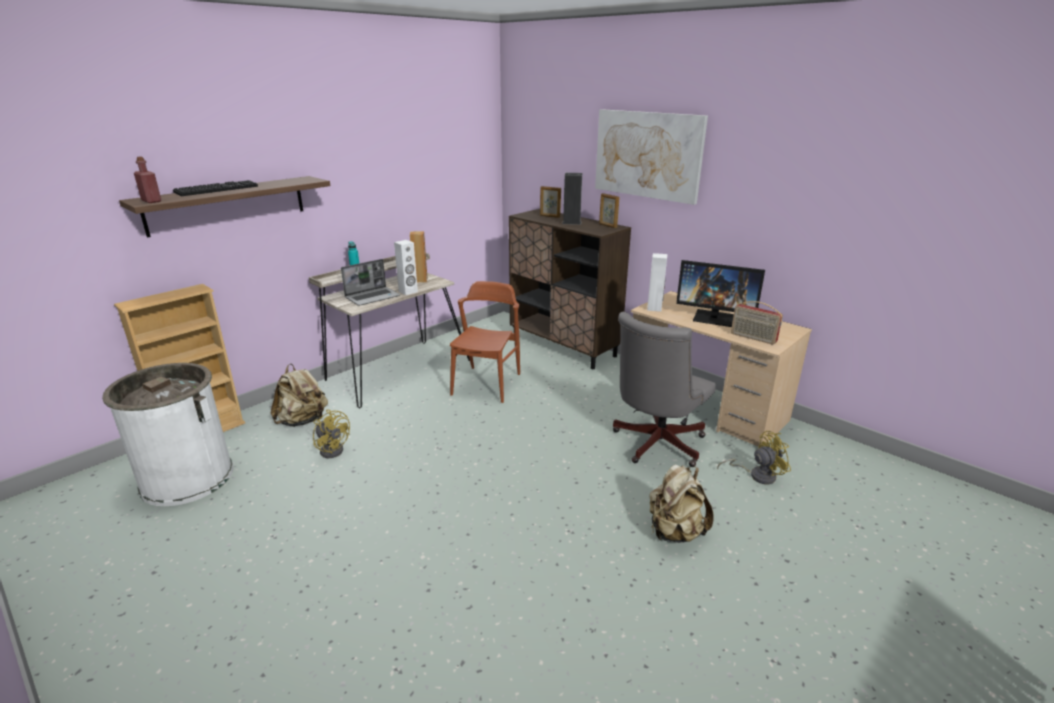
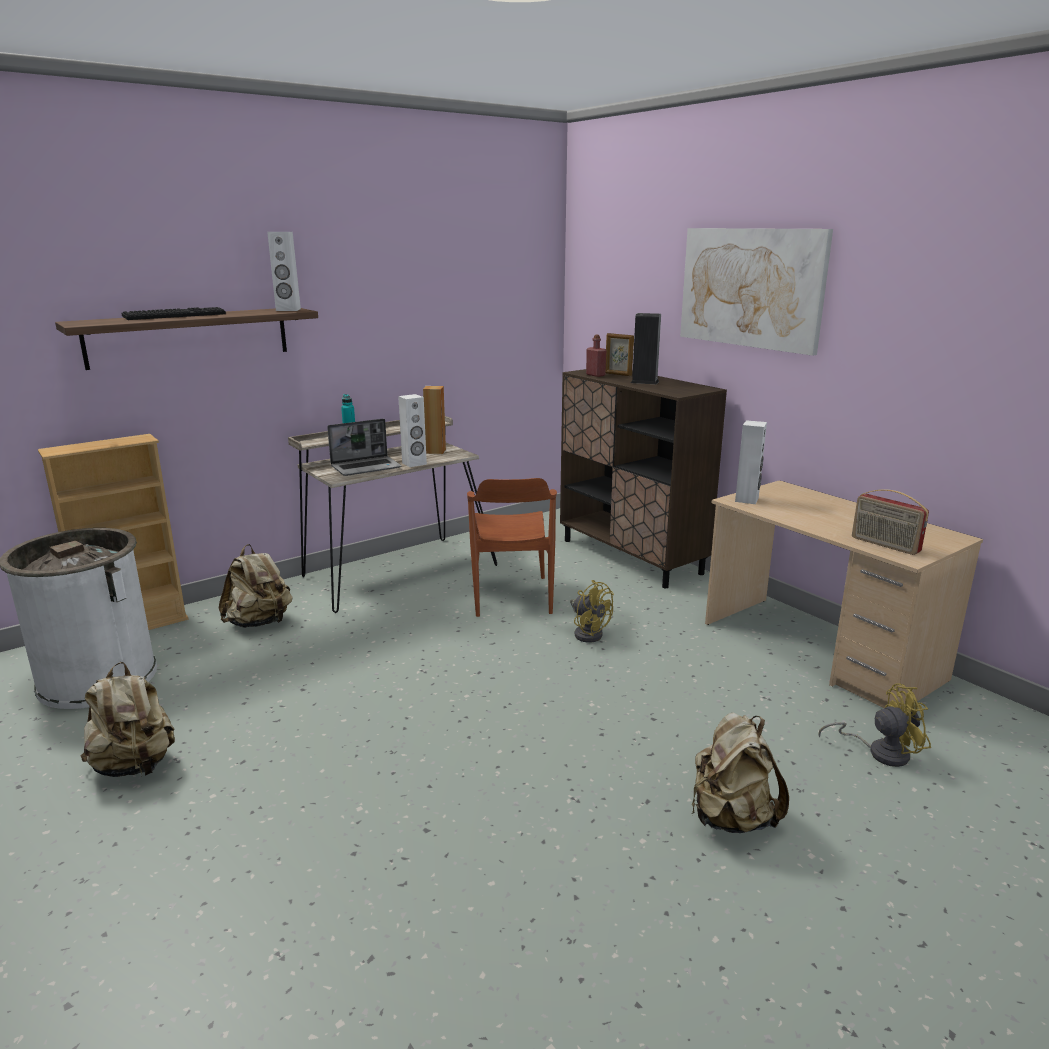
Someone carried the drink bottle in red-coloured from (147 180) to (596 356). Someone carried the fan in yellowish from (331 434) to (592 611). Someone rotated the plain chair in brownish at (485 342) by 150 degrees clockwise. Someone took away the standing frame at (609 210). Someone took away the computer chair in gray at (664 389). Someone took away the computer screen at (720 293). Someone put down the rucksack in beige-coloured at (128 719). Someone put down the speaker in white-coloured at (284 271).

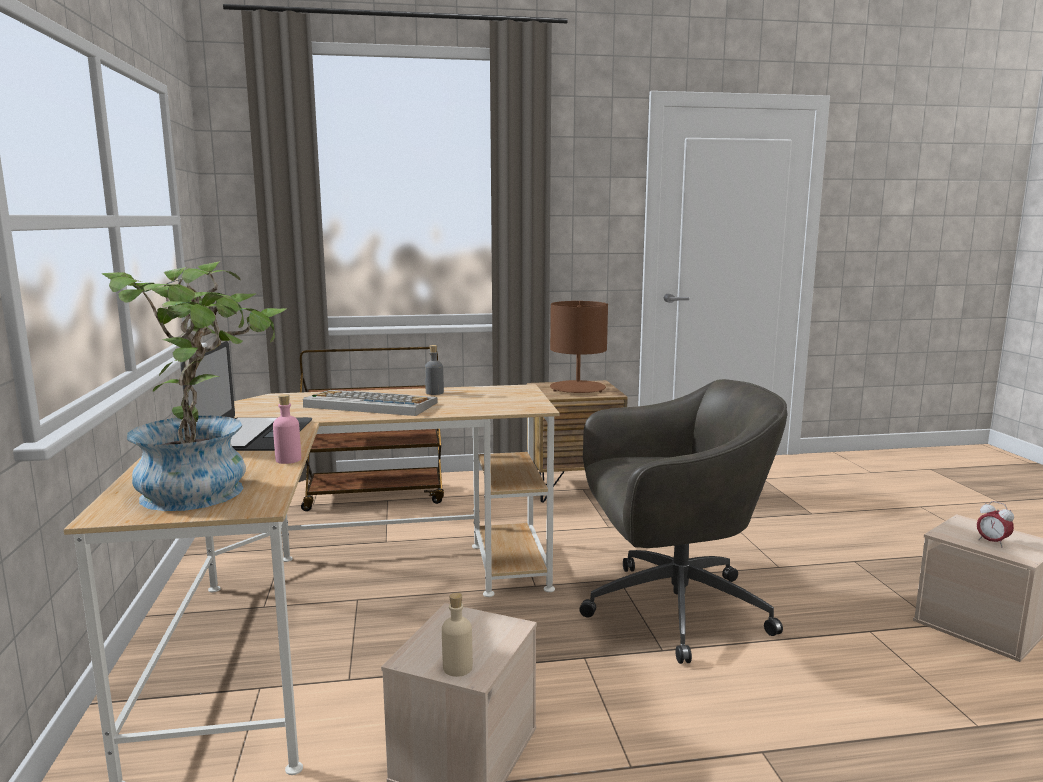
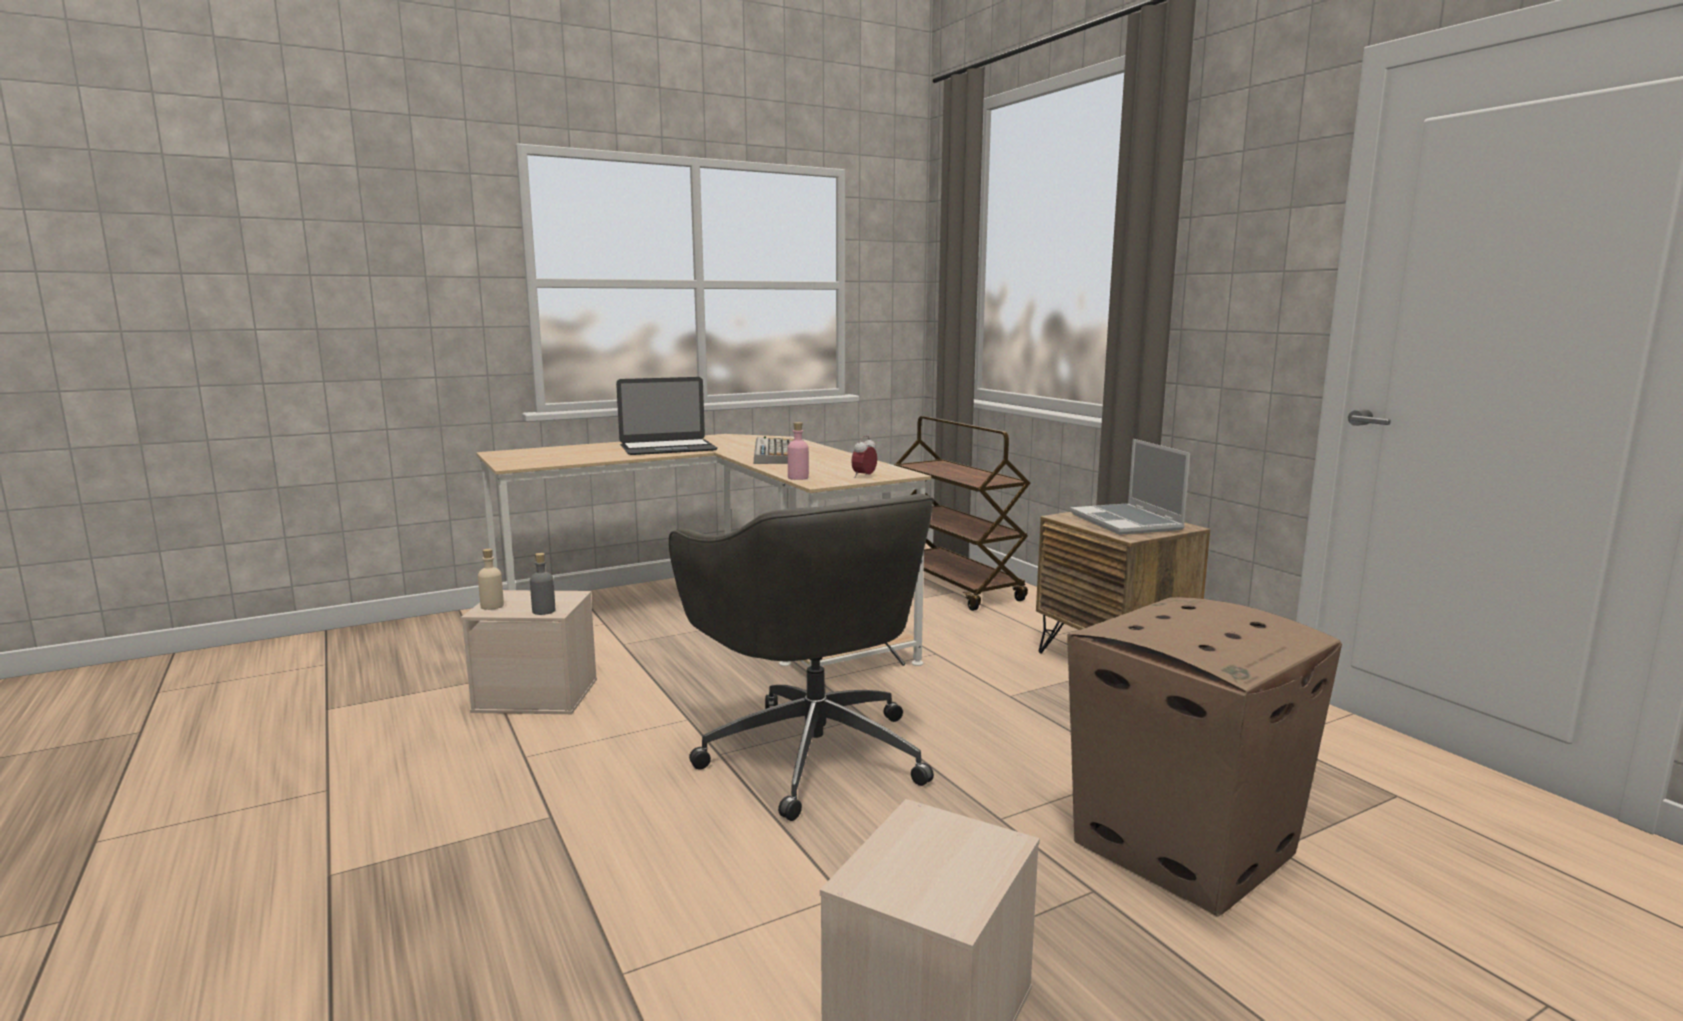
Someone took away the plant in a pot at (193 386). Someone carried the drink bottle in pinkish from (287 429) to (798 451). Someone carried the drink bottle in gray from (434 370) to (542 584). Someone swapped the tabletop lamp in brownish at (579 347) for the portable computer at (1130 487). Someone carried the table clock from (995 524) to (864 457). Someone put down the packing box at (1204 757).

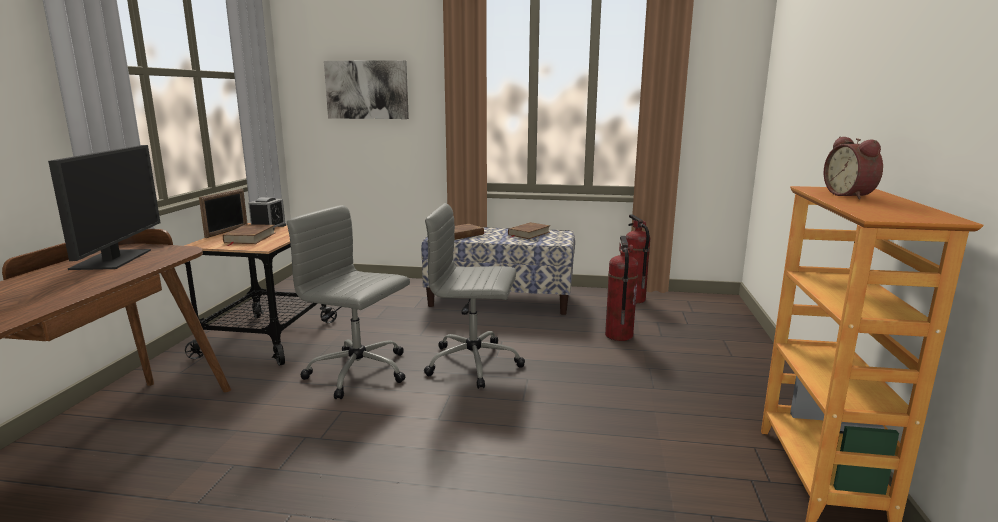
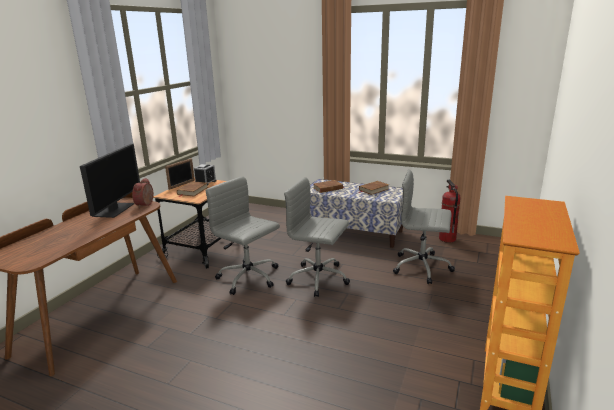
Someone took away the picture at (366 89). Someone swapped the fire-fighting cylinder at (621 288) for the computer chair in gray at (424 226). Someone carried the table clock from (853 168) to (143 193).

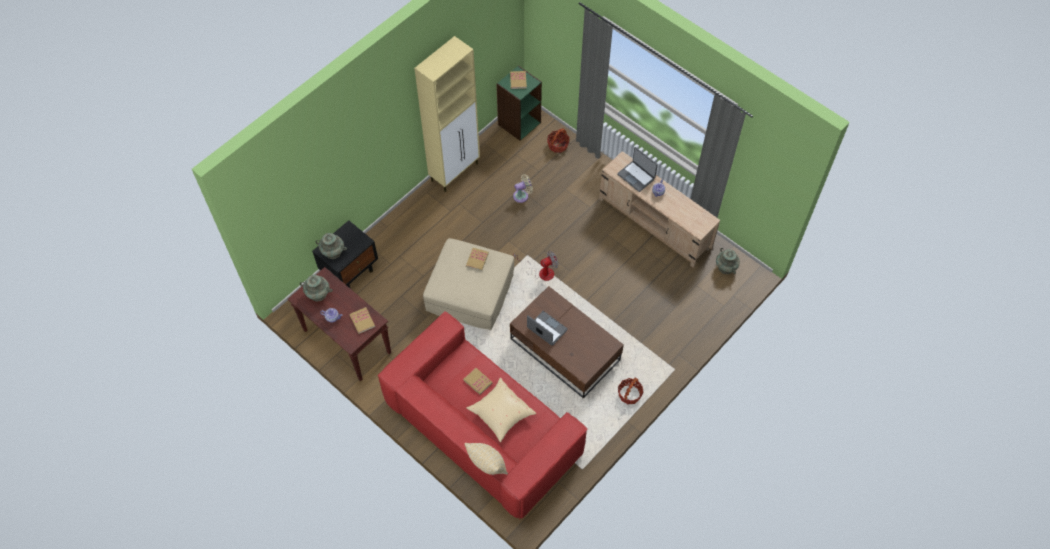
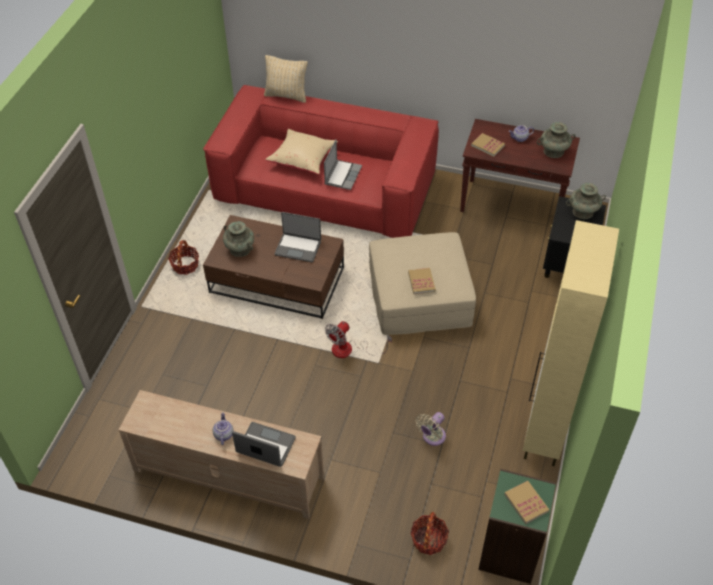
Someone swapped the volume at (478 381) for the portable computer at (343 164). Someone carried the vase in blue-green from (728 261) to (238 239).

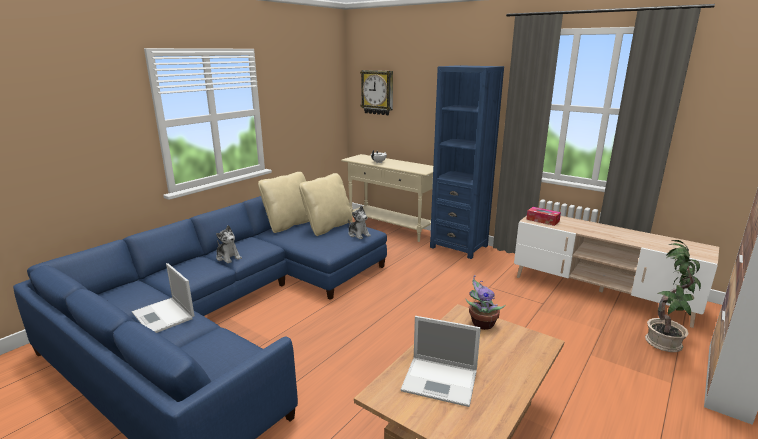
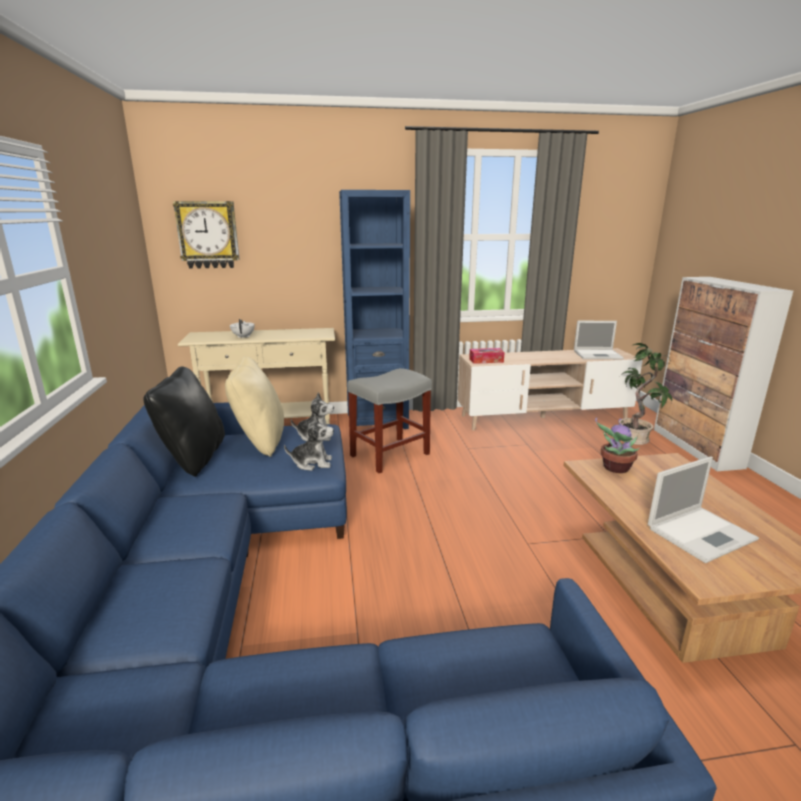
Someone carried the portable computer from (163 298) to (599 340). Someone carried the cuddly toy from (229 244) to (309 442). Someone repainted the cushion in beige-coloured at (284 202), which became the cushion in black at (184 421). Someone put down the stool in gray at (389 420).

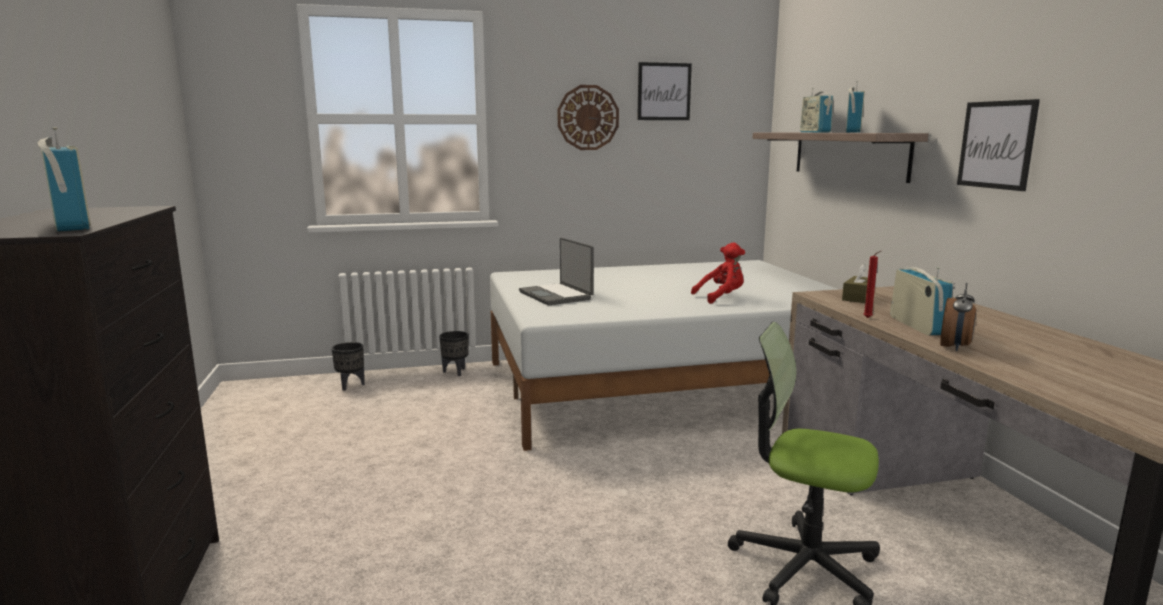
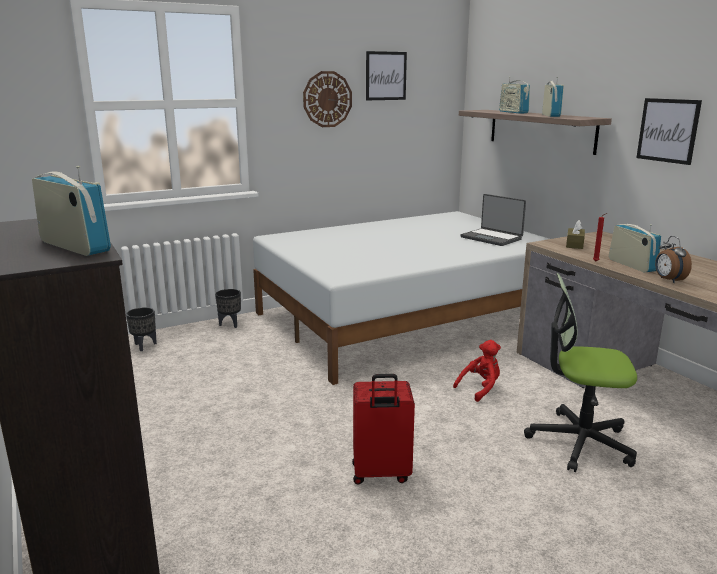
Someone carried the portable computer from (556 271) to (493 220). Someone carried the cuddly toy in red-coloured from (718 273) to (477 371). Someone rotated the table clock at (958 317) by 150 degrees clockwise. Someone put down the travel case in red-coloured at (383 429).

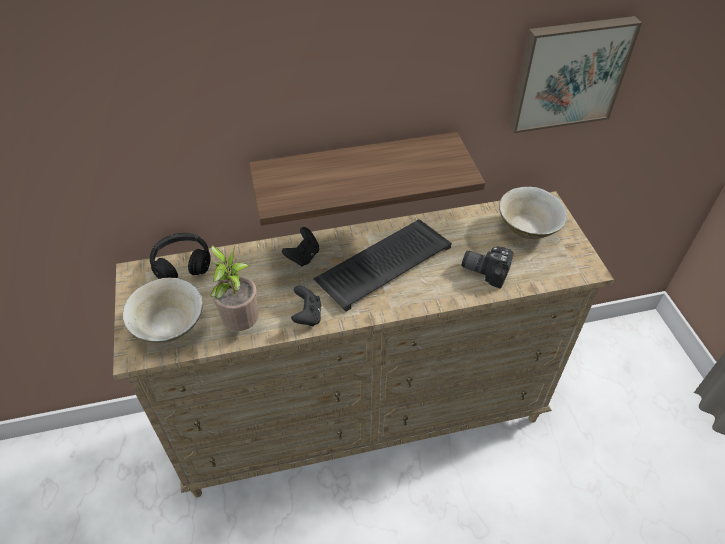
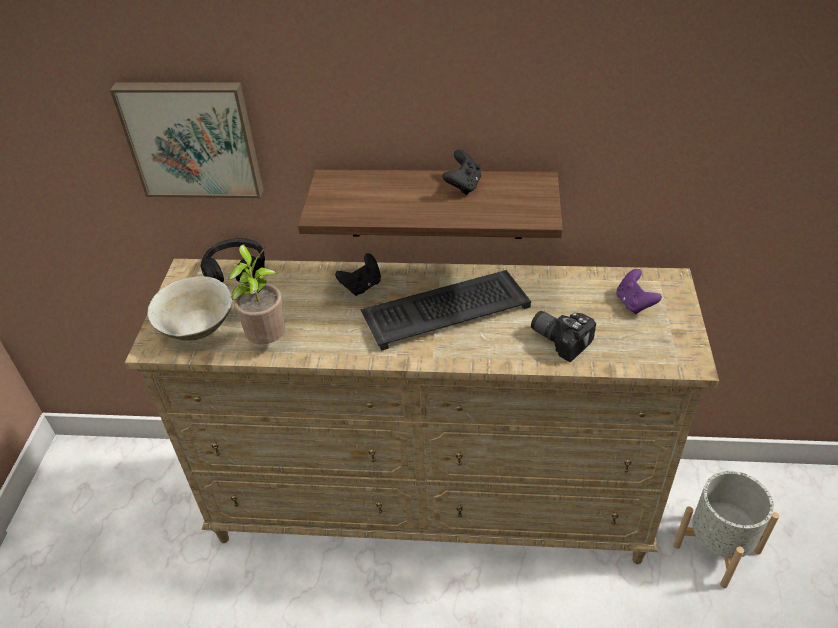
Someone carried the gamepad in black from (306 305) to (462 172). Someone swapped the bowl in beige-coloured at (533 213) for the gamepad in purple-coloured at (639 291). Someone carried the picture from (575 74) to (186 140). Someone put down the planter in gray at (726 529).

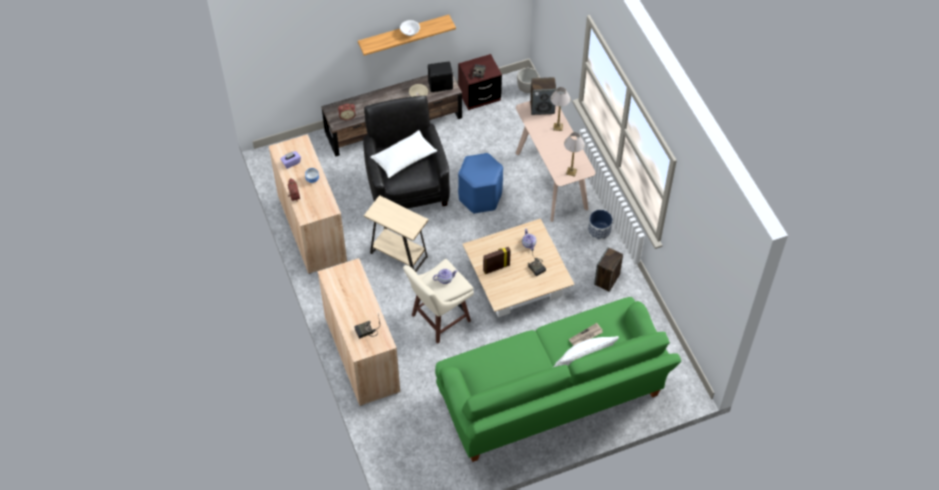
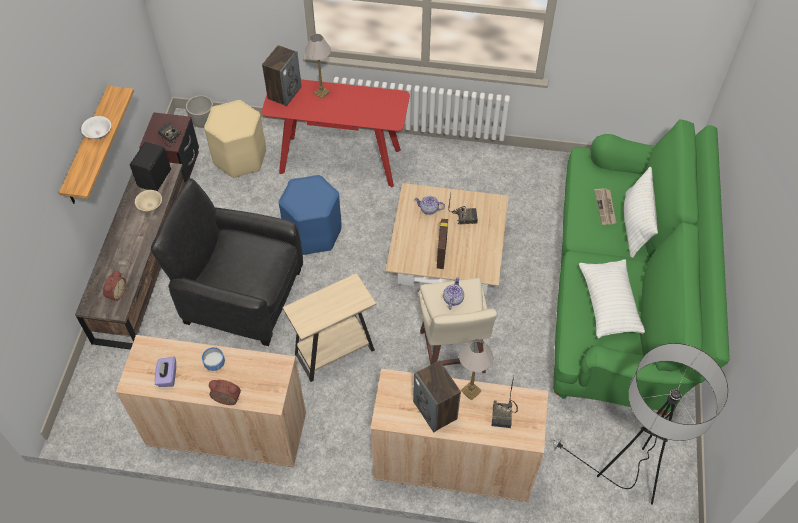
Someone carried the cushion in white-coloured from (403 154) to (612 299). Someone repainted the console table in beige-coloured at (555 161), which became the console table in red-coloured at (335 133). Someone carried the tabletop lamp from (574 154) to (476 370). Someone took away the planter at (600 225). Someone carried the speaker from (608 269) to (437 396). Someone put down the stool in beige-coloured at (235 139). Someone put down the floor lamp at (639 424).

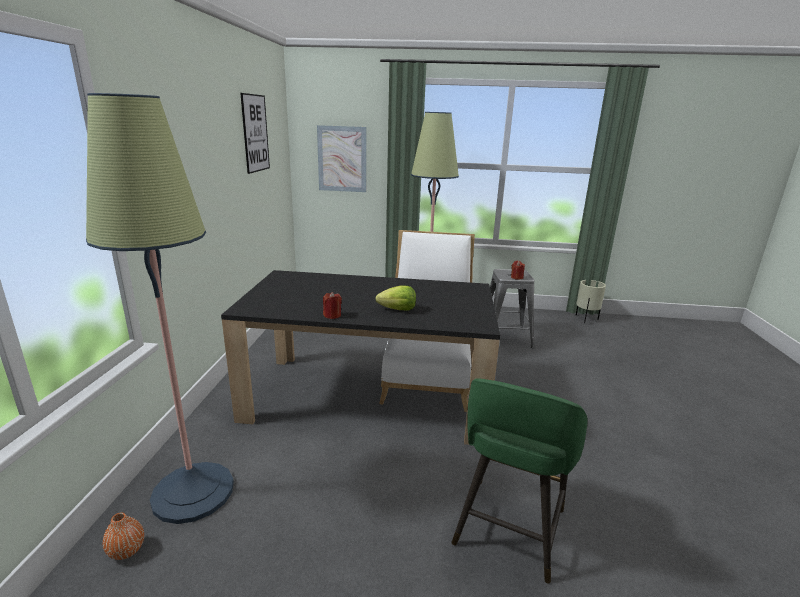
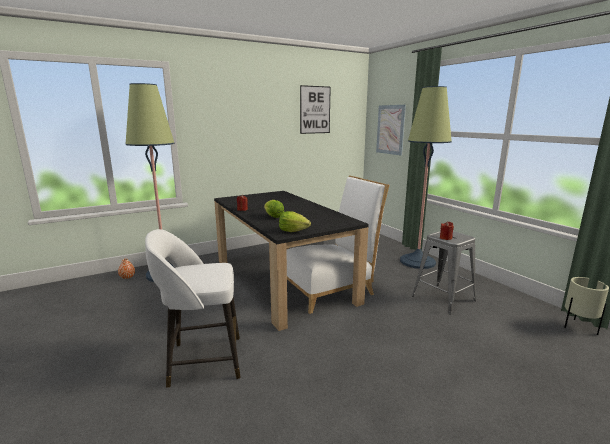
Someone repainted the stool in green-coloured at (520 481), which became the stool in white-coloured at (192 308). Someone put down the head of lettuce at (295 221).

